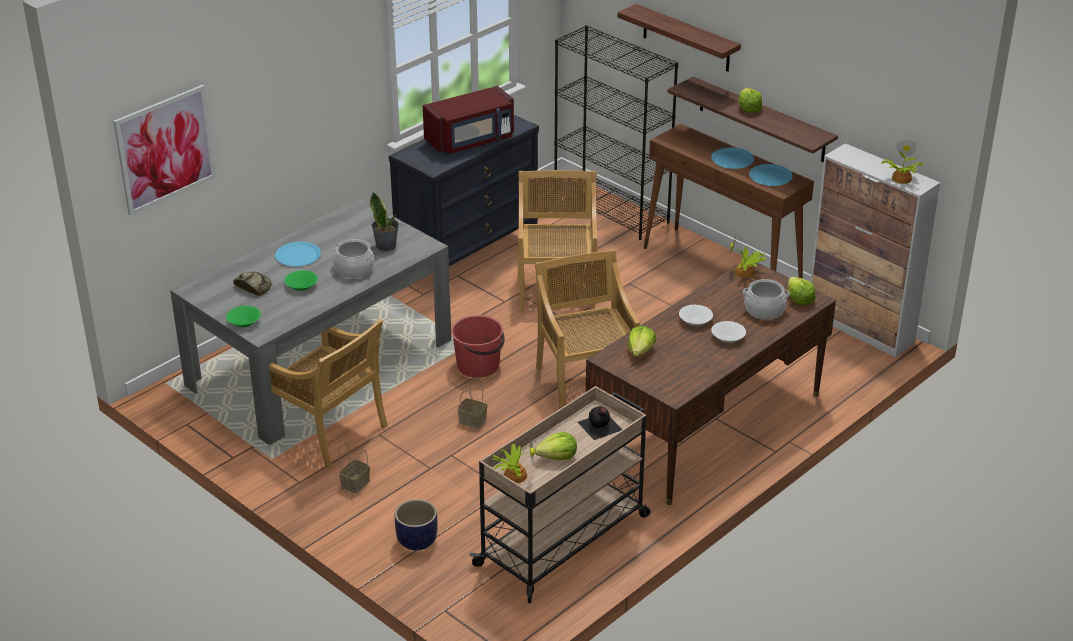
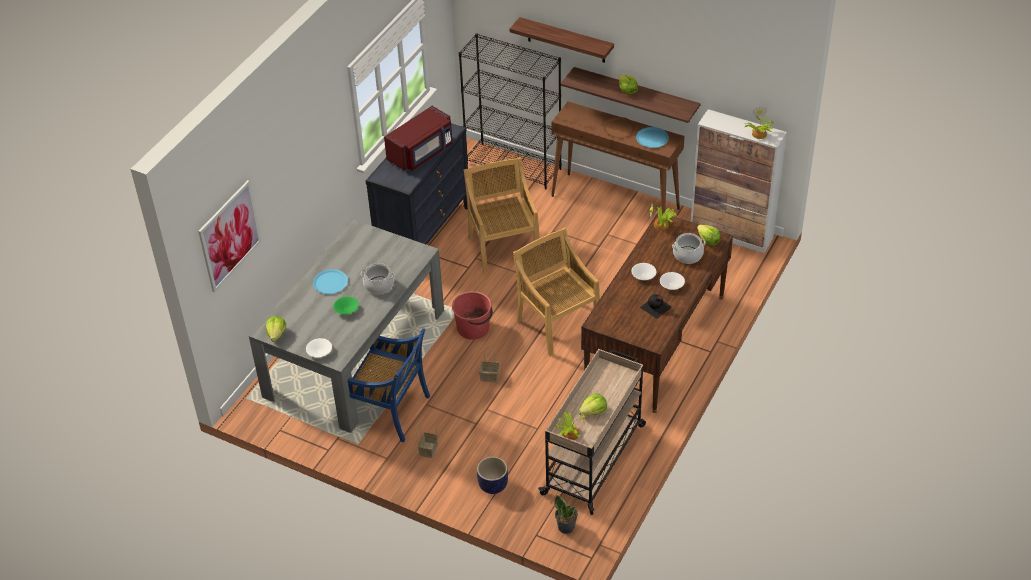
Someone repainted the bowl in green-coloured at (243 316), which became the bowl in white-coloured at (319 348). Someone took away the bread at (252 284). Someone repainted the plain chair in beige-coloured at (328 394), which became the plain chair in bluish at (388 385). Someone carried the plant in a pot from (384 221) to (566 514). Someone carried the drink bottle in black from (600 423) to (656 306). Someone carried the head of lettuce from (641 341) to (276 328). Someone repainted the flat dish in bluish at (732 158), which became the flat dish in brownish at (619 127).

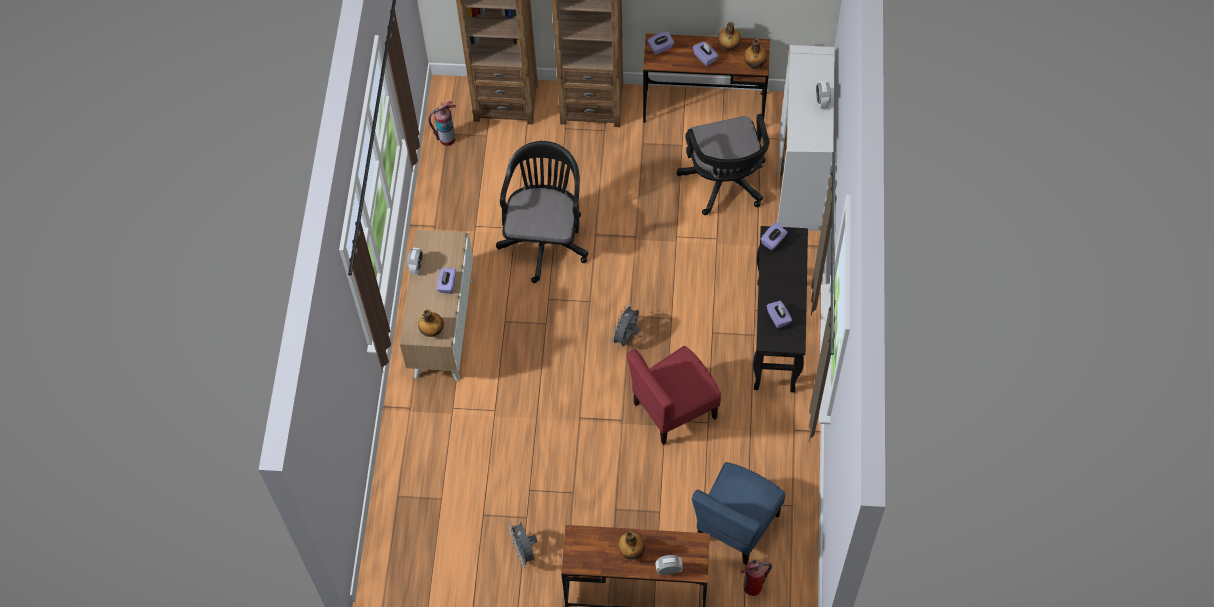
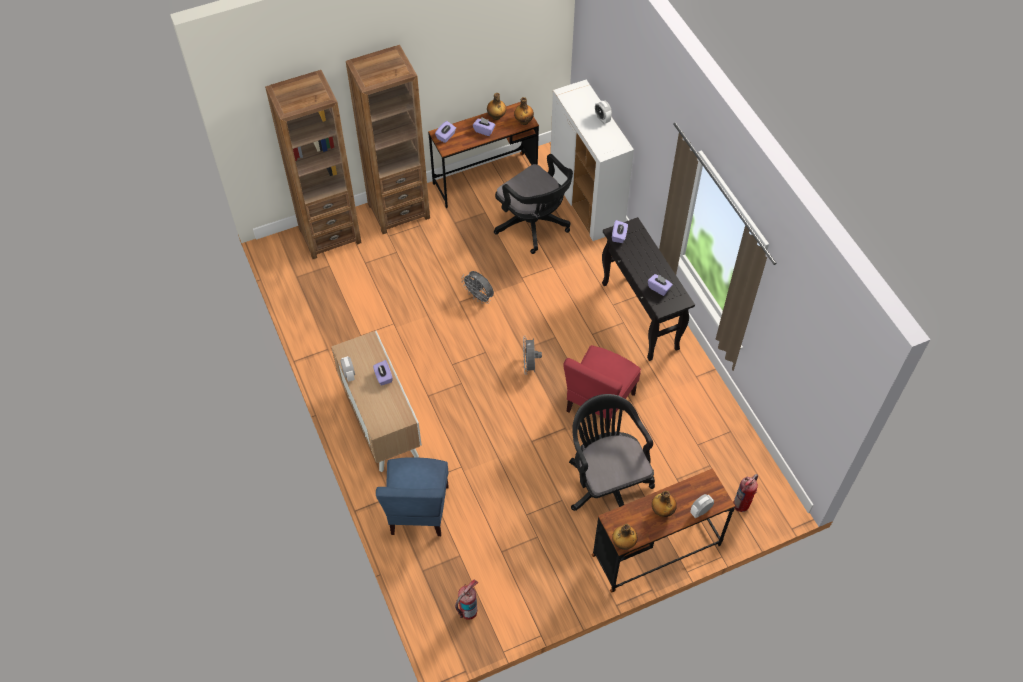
Someone carried the drink bottle from (431 323) to (625 537). Someone carried the fire-fighting cylinder from (442 123) to (467 600). Someone carried the computer chair in black from (542 212) to (612 452). Someone carried the fan in gray from (522 544) to (477 287). Someone carried the plain chair in bluish from (739 513) to (412 496).

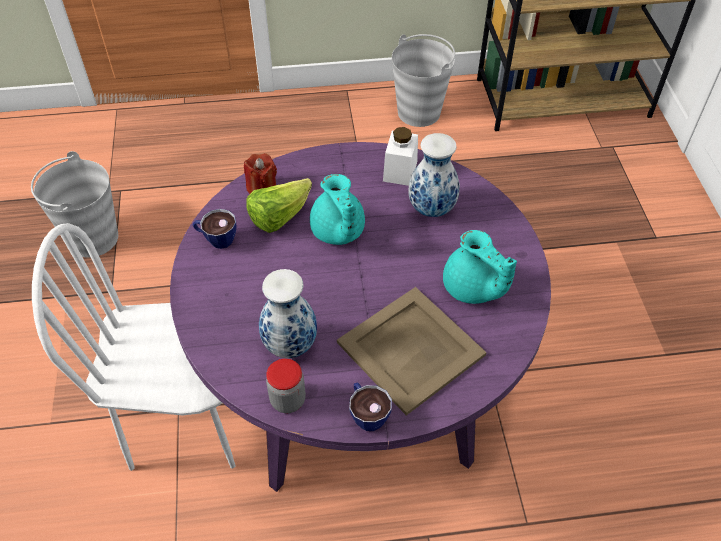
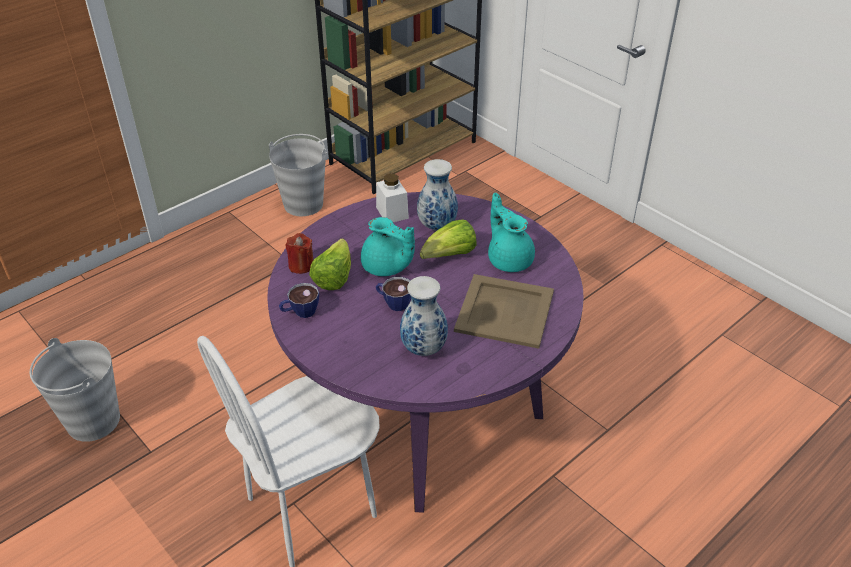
Someone took away the storage jar at (286 386). Someone carried the drinking cup from (370 407) to (393 294). Someone rotated the tea pot in blue-green at (480 267) by 135 degrees counterclockwise. Someone put down the head of lettuce at (448 239).

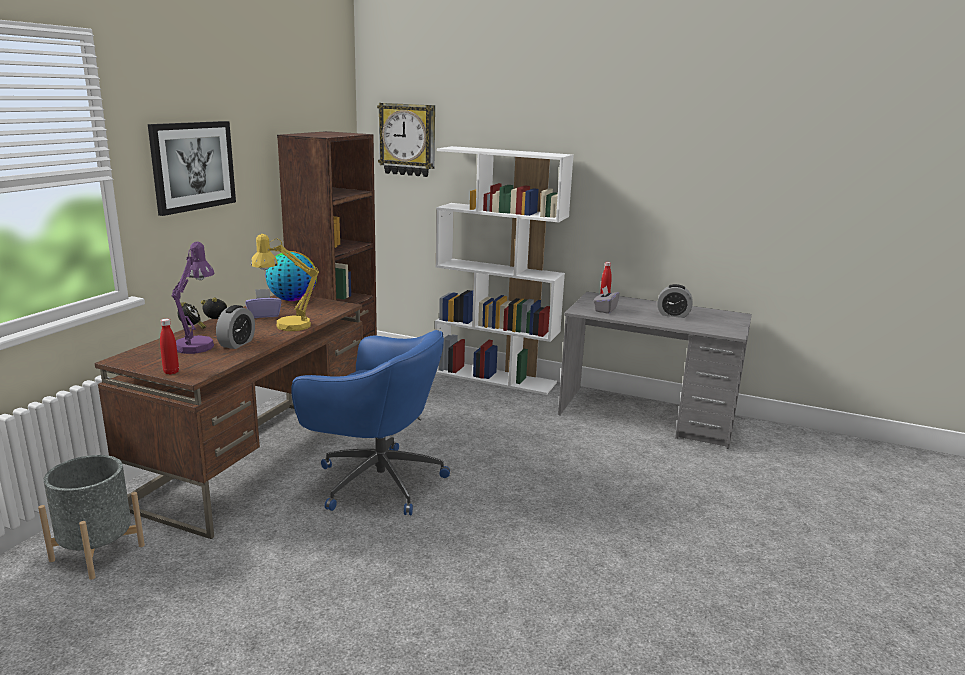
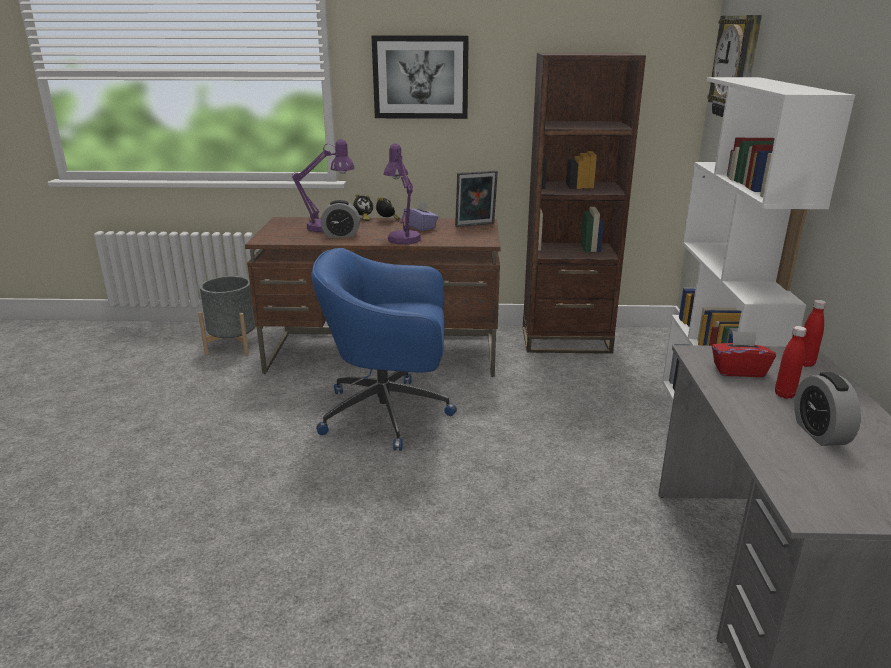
Someone carried the drink bottle in red-coloured from (169 346) to (791 362). Someone repainted the tabletop lamp in yellowish at (285 282), which became the tabletop lamp in purple-coloured at (402 194). Someone swapped the desk globe at (291 276) for the standing frame at (476 198). Someone rotated the computer chair in bluish at (370 422) by 90 degrees clockwise. Someone repainted the tissue box in gray at (606 300), which became the tissue box in red-coloured at (744 354).

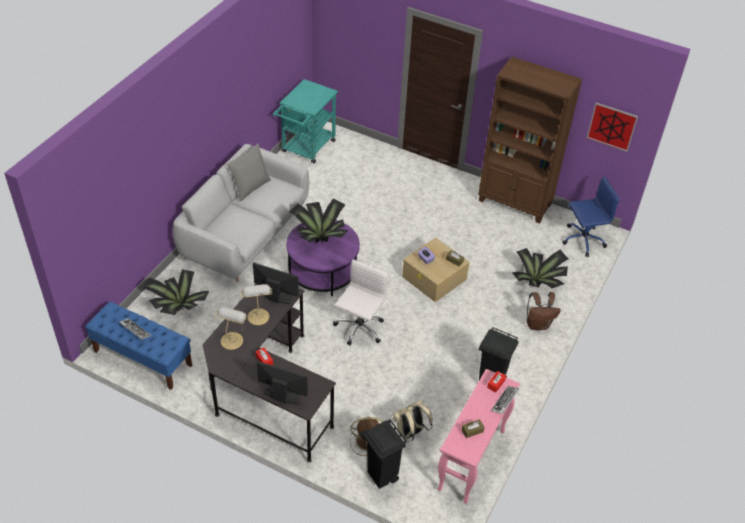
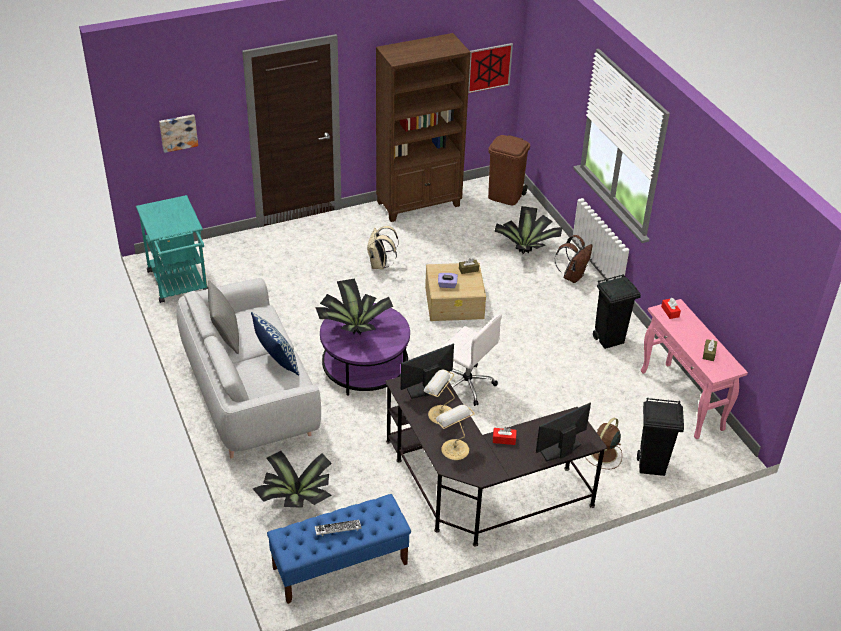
Someone rotated the computer chair in white-coloured at (360 302) by 150 degrees clockwise. Someone carried the rucksack in beige-coloured from (413 421) to (383 248). Someone took away the computer keyboard at (505 400). Someone swapped the computer chair in bluish at (591 216) for the rubbish bin in brownish at (509 170). Someone put up the picture at (178 133). Someone put down the cushion at (275 343).

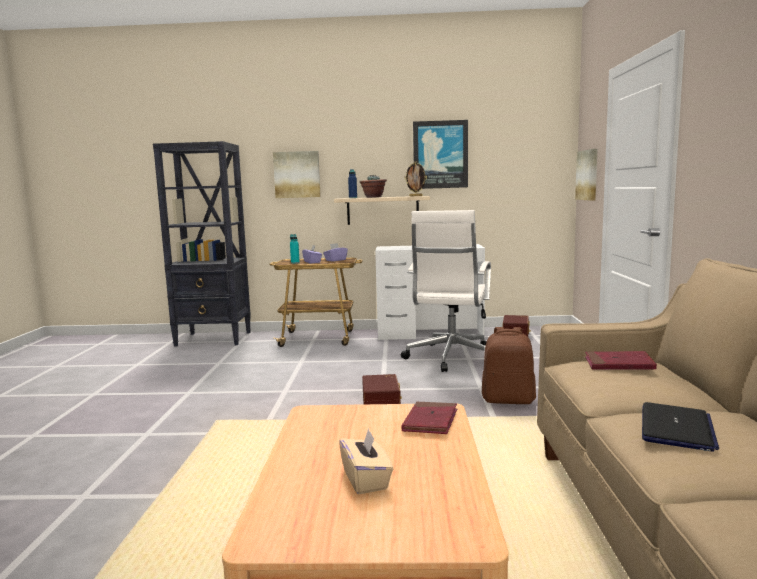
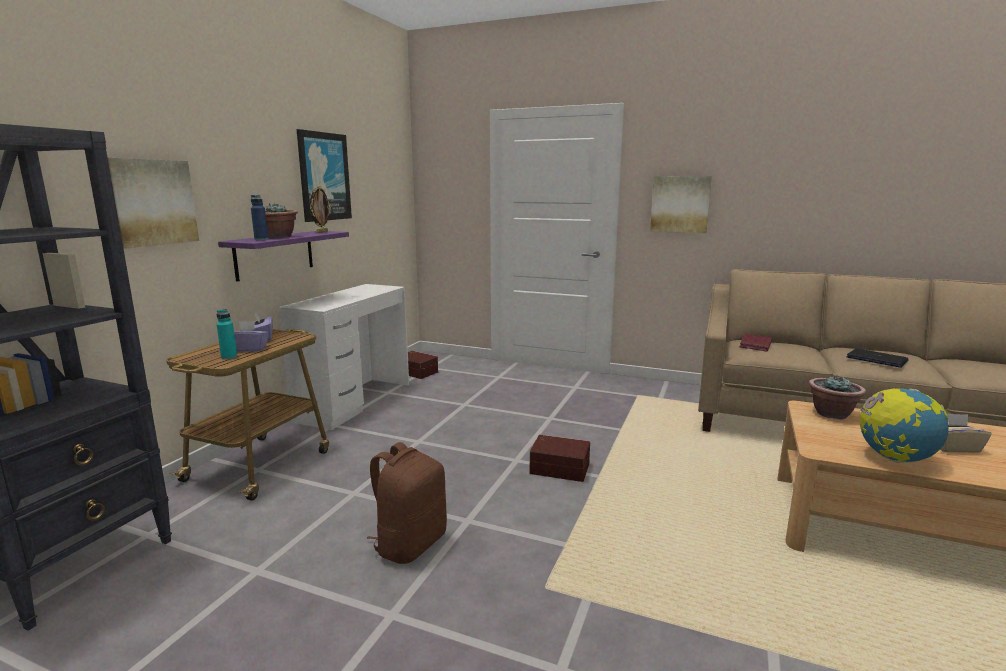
Someone repainted the shelf in beige-coloured at (382 210), which became the shelf in purple-coloured at (283 256). Someone took away the computer chair in white-coloured at (446 291). Someone swapped the volume in red-coloured at (429 418) for the plant in a pot at (837 397). Someone carried the rucksack in brownish from (509 365) to (407 503). Someone carried the picture from (586 175) to (681 204). Someone put down the desk globe at (904 425).

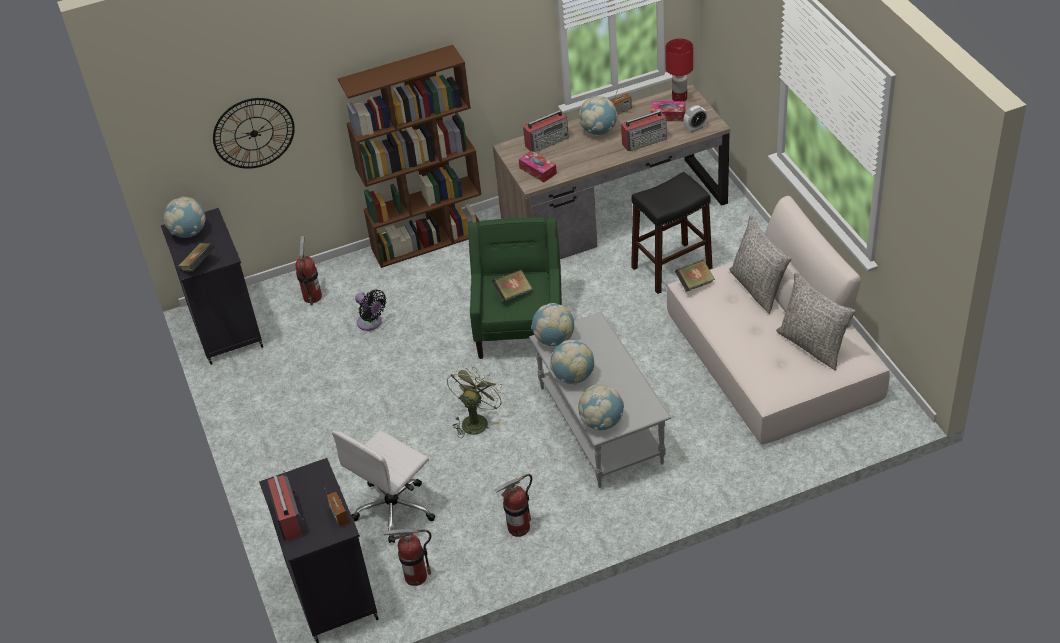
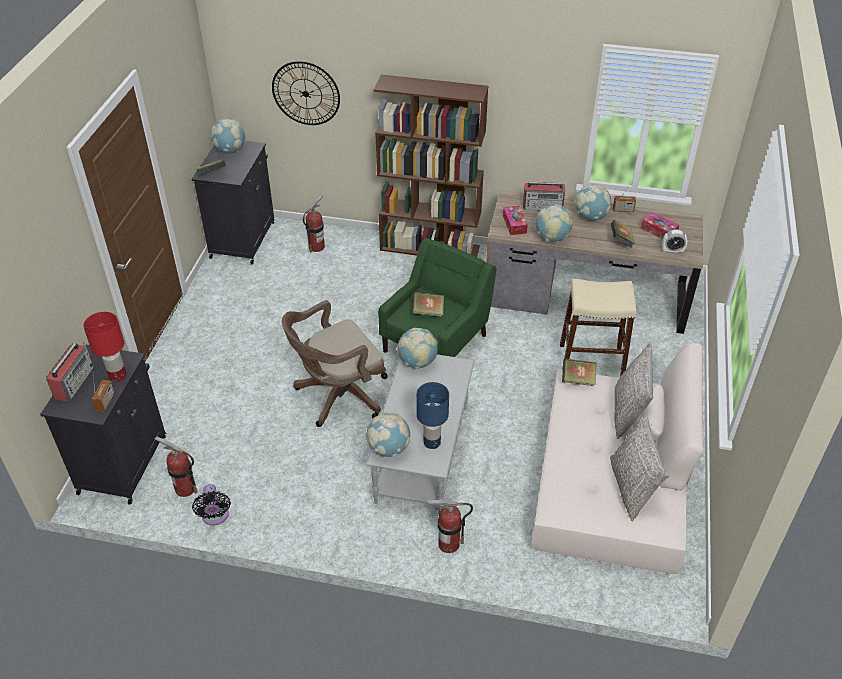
Someone took away the computer chair in white-coloured at (383 486). Someone carried the fan in black from (370 310) to (211 504). Someone swapped the fan in green-coloured at (476 402) for the computer chair in brownish at (335 363). Someone carried the fire-fighting cylinder from (513 505) to (450 526). Someone carried the desk globe from (572 362) to (554 223). Someone swapped the radio set at (644 130) for the volume at (623 234). Someone repainted the stool in black at (671 233), which became the stool in beige-coloured at (598 327). Someone carried the tabletop lamp in red-coloured from (679 69) to (105 347). Someone put down the tabletop lamp in bluish at (432 415).

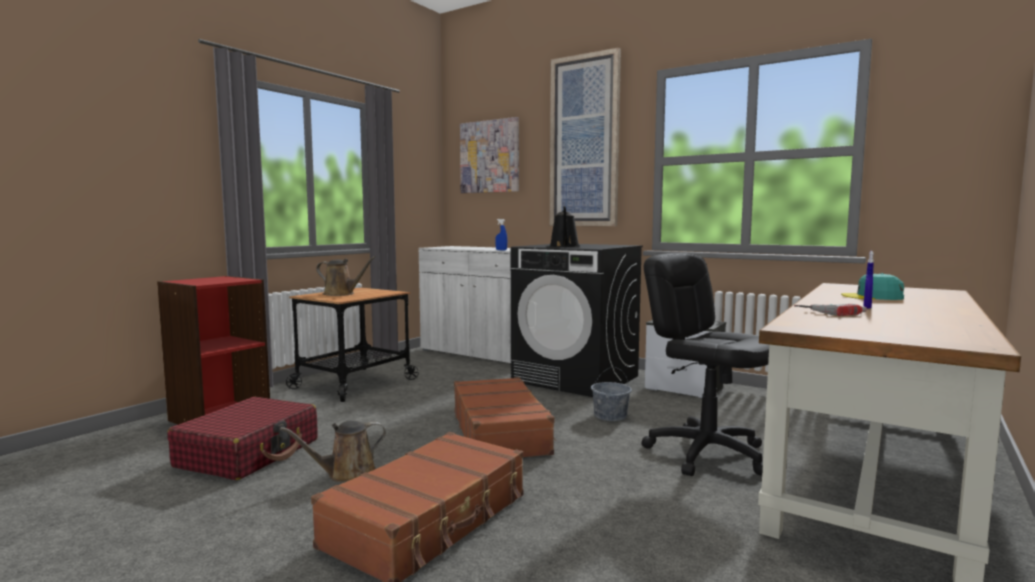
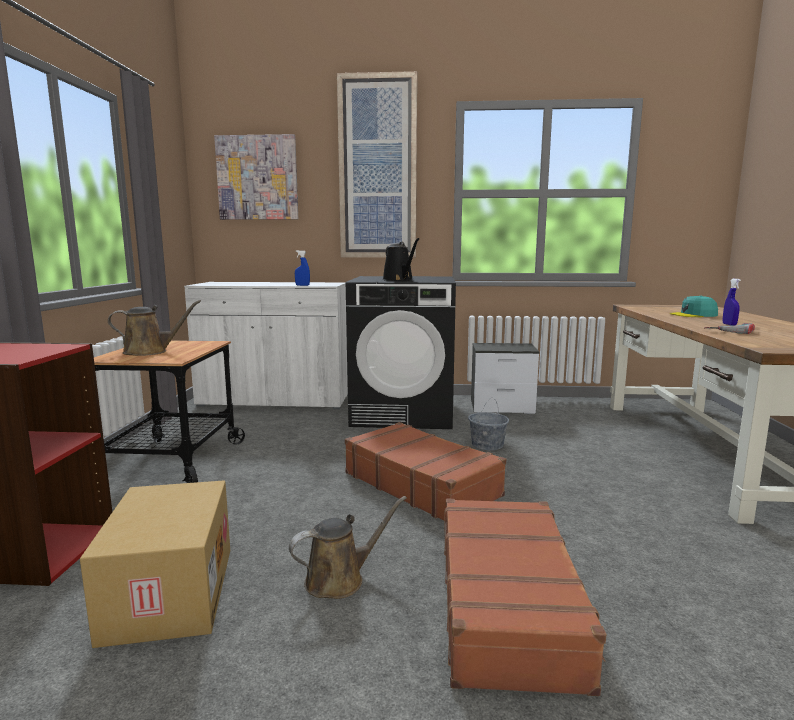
Someone swapped the travel case in red-coloured at (242 438) for the packing box at (155 564). Someone rotated the watering can in brownish at (333 451) by 150 degrees counterclockwise. Someone took away the computer chair in black at (705 364).

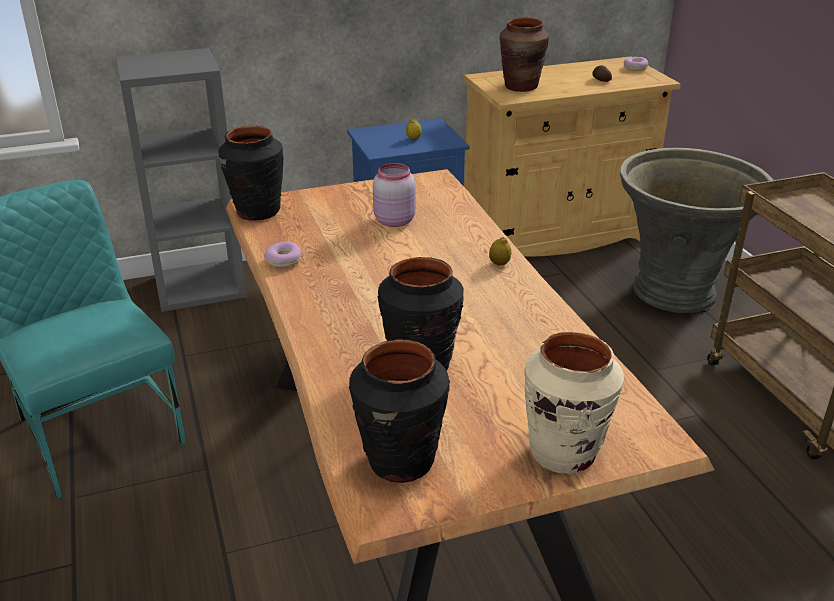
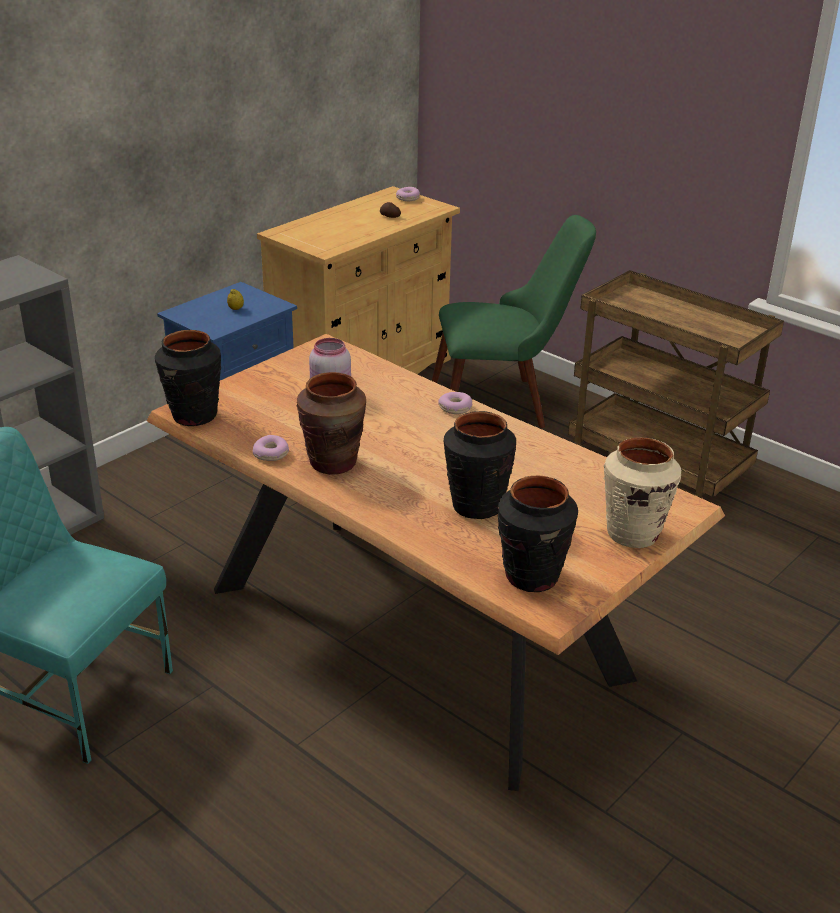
Someone swapped the citrus fruit at (500 251) for the ring doughnut at (456 403). Someone carried the vase in brownish from (524 55) to (331 423). Someone swapped the planter in gray at (696 230) for the plain chair in green-coloured at (514 321).

